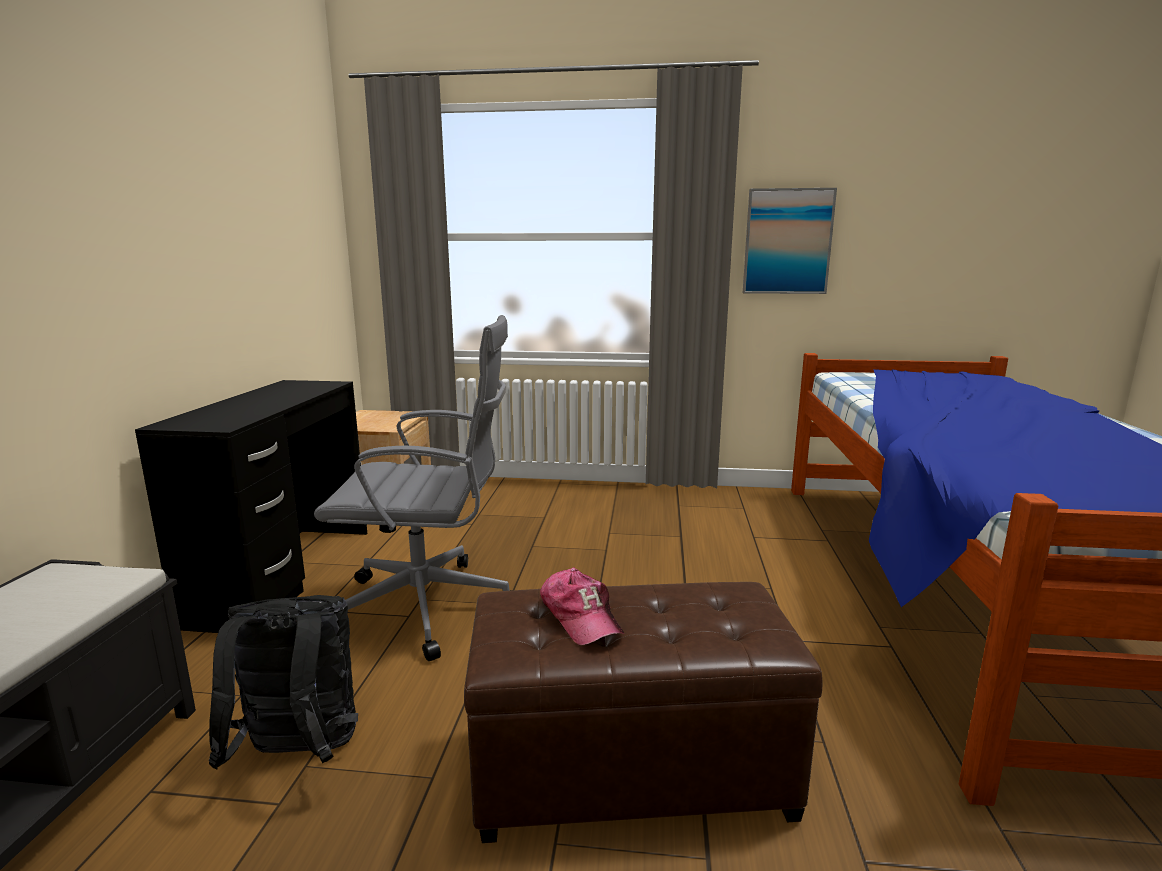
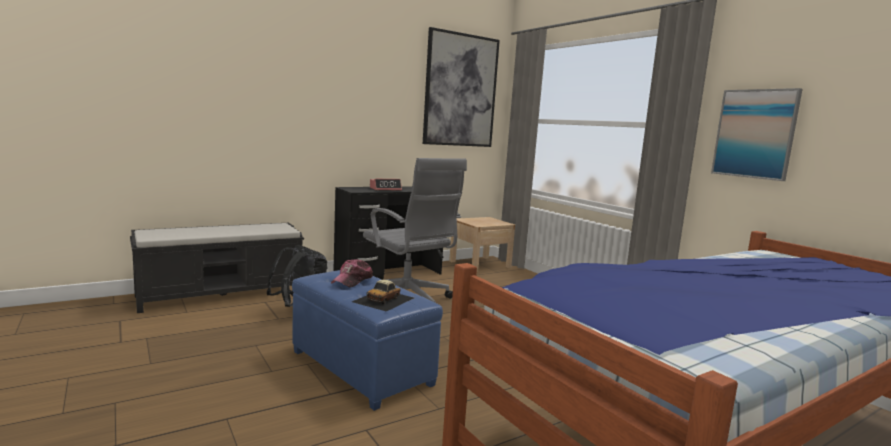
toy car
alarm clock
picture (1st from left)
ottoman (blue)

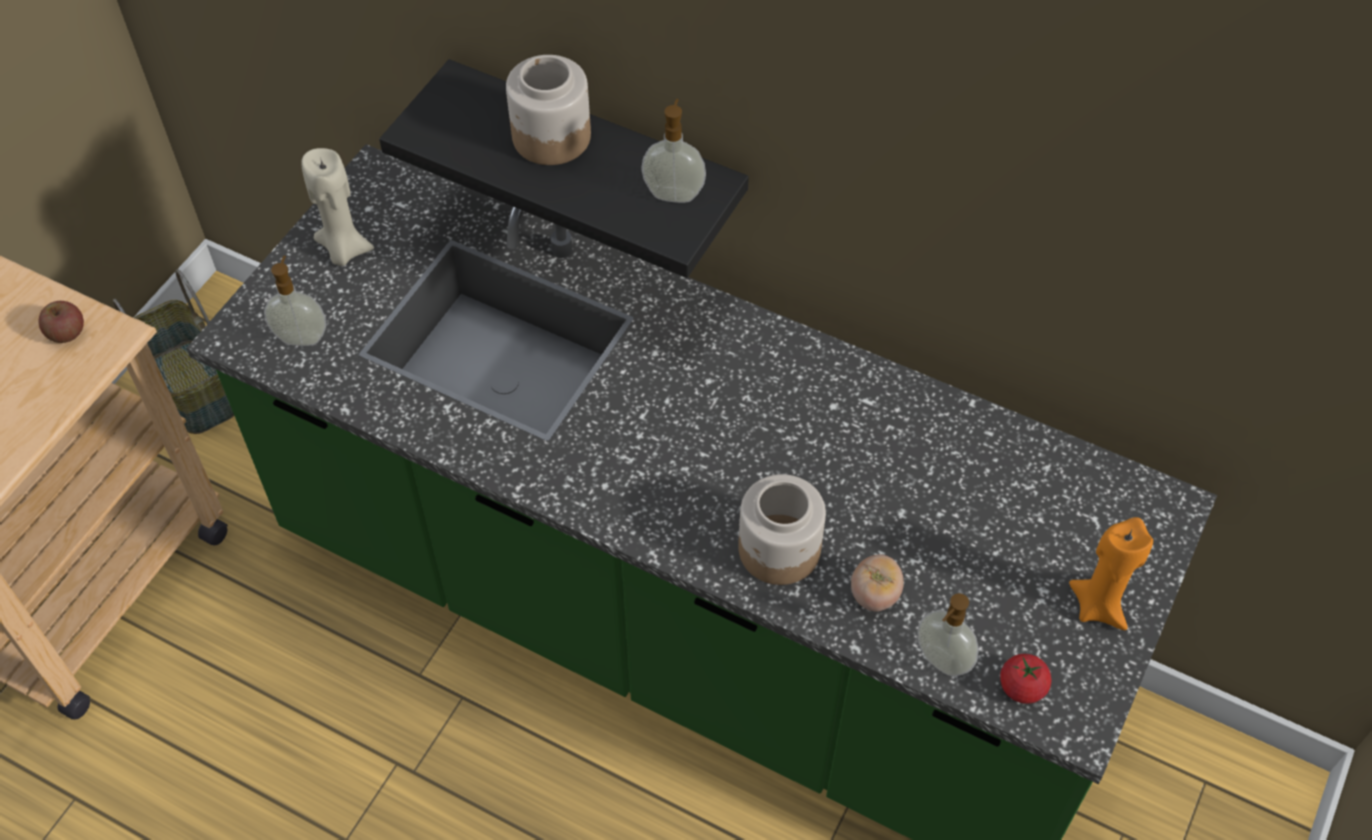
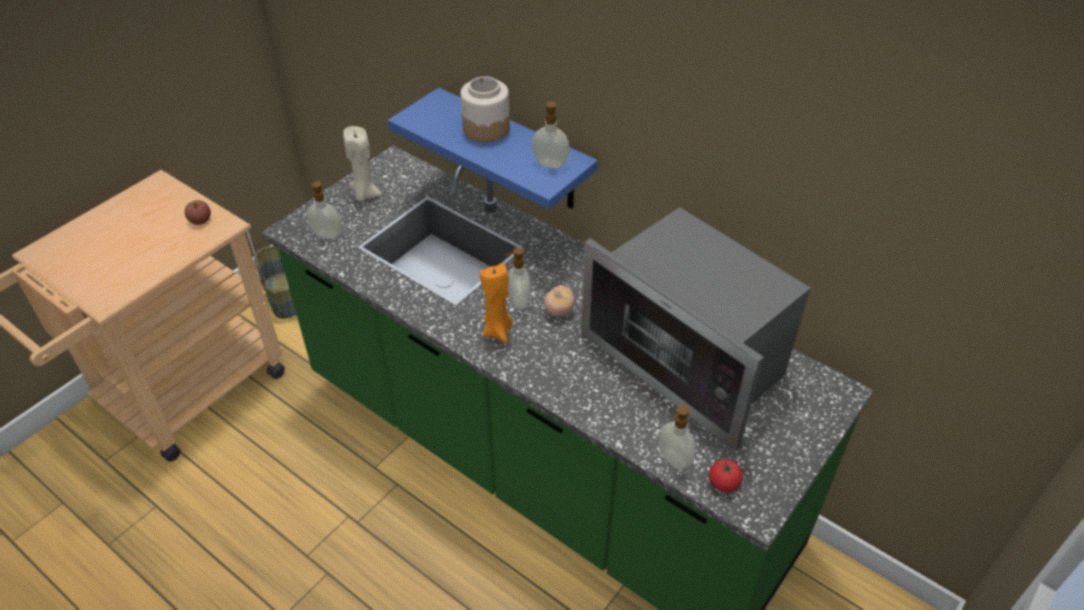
jar (2nd from left in the first image)
soap dispenser (2nd from left)
microwave
tomato (1st from left)
candle (orange)
shelf (blue)

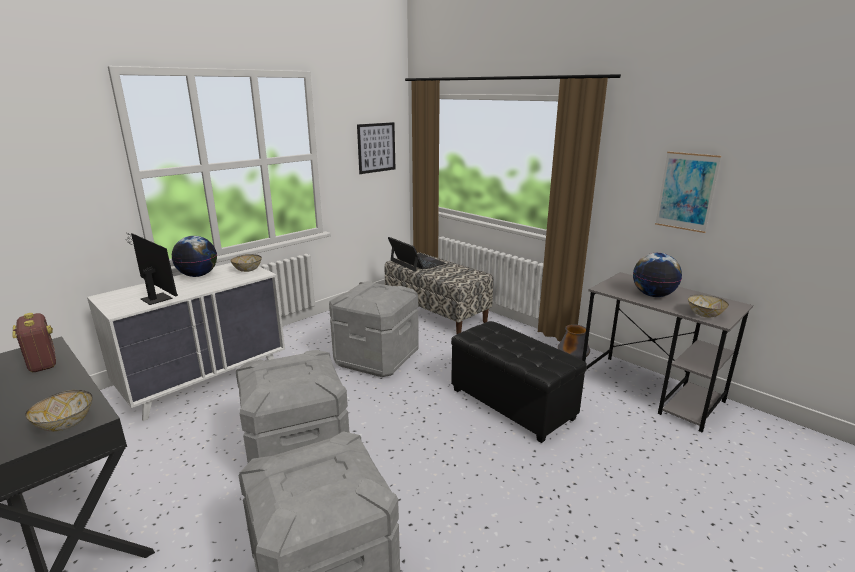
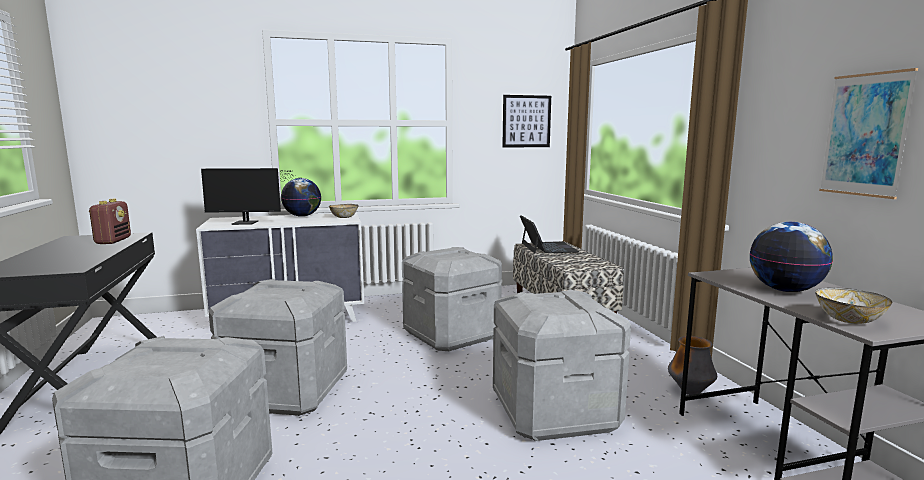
bowl (1st from left in the first image)
storage box (grey) (4th from left)
monitor

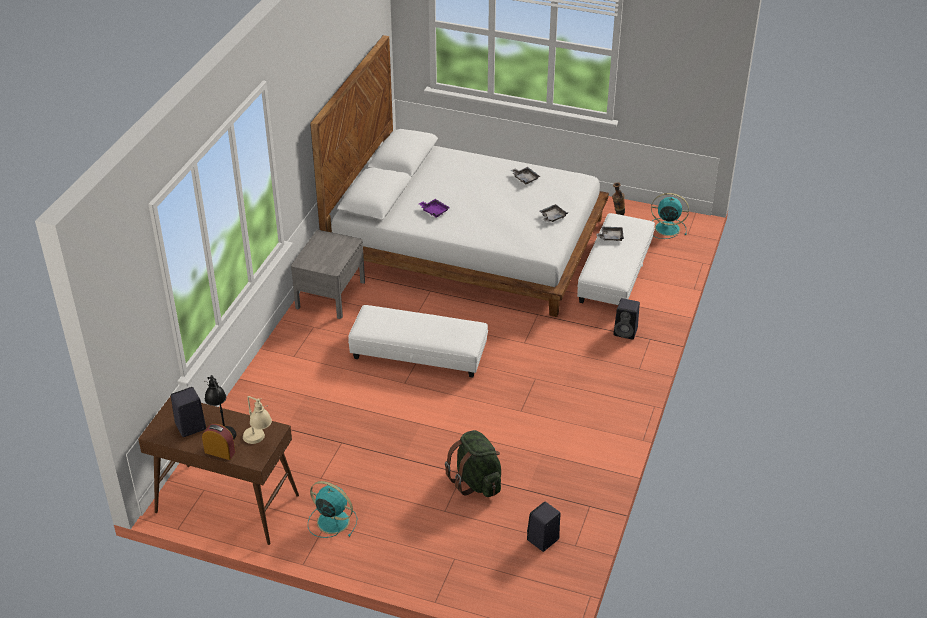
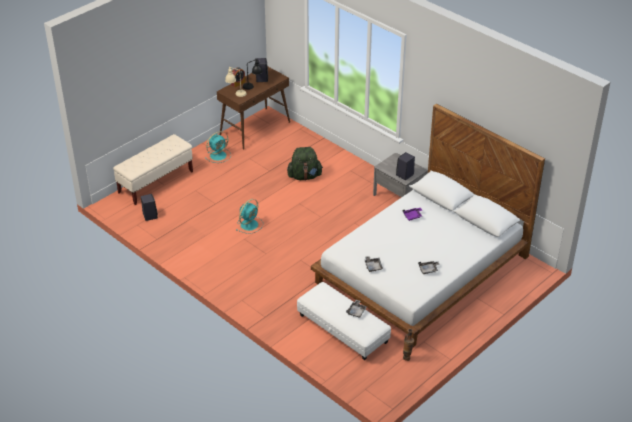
ottoman (white) (1st from left in the first image)
bench (beige)
backpack (green)
speaker (black) (3rd from left)
fan (turquoise) (2nd from left)

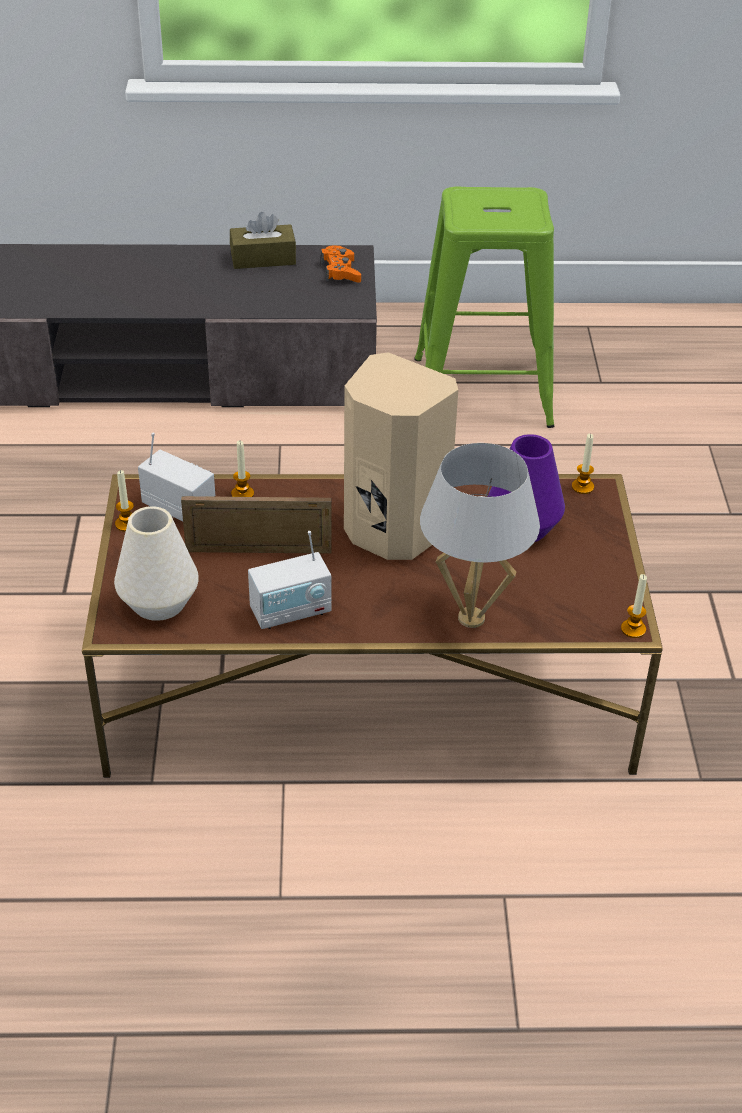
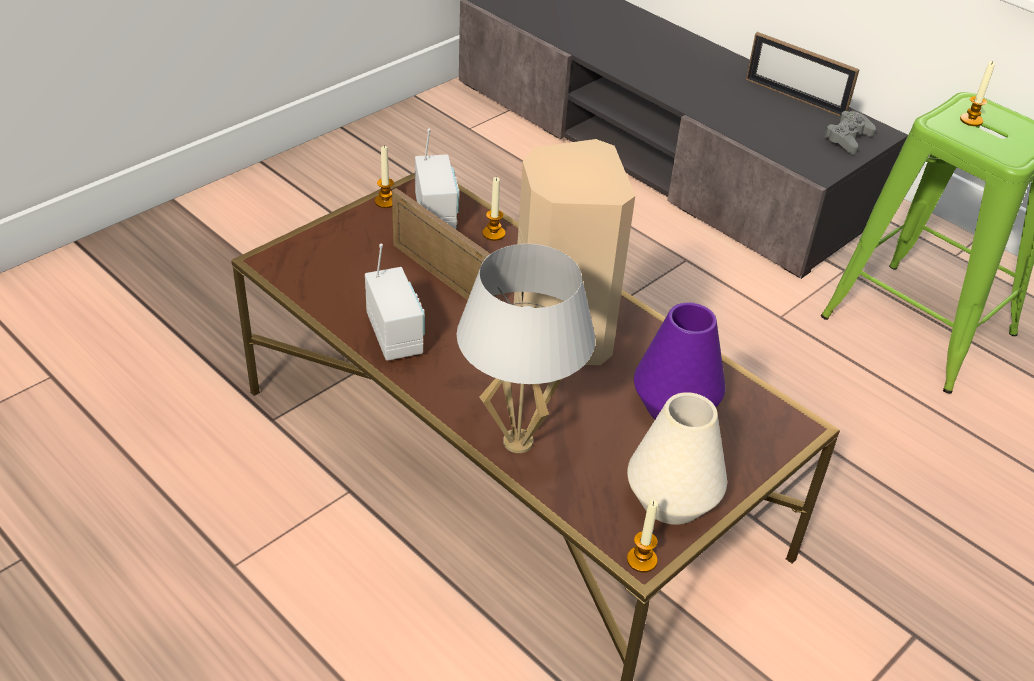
vase (white)
candle (4th from left)
picture frame (2nd from left)
game controller (grey)
radio (1st from left)

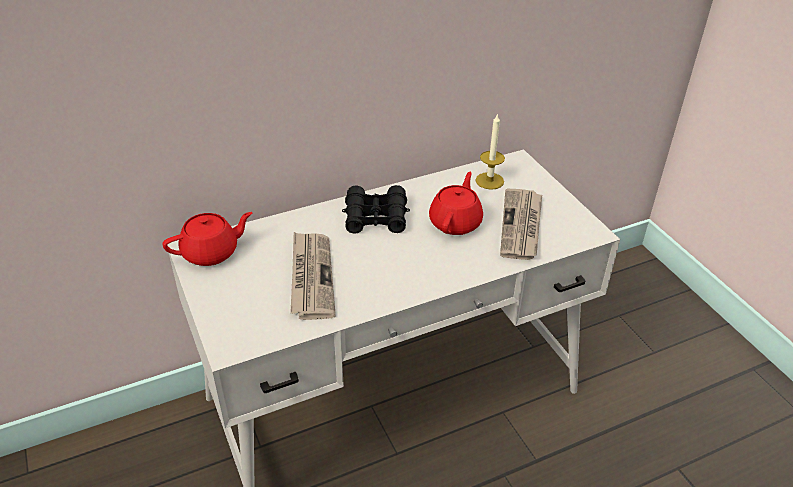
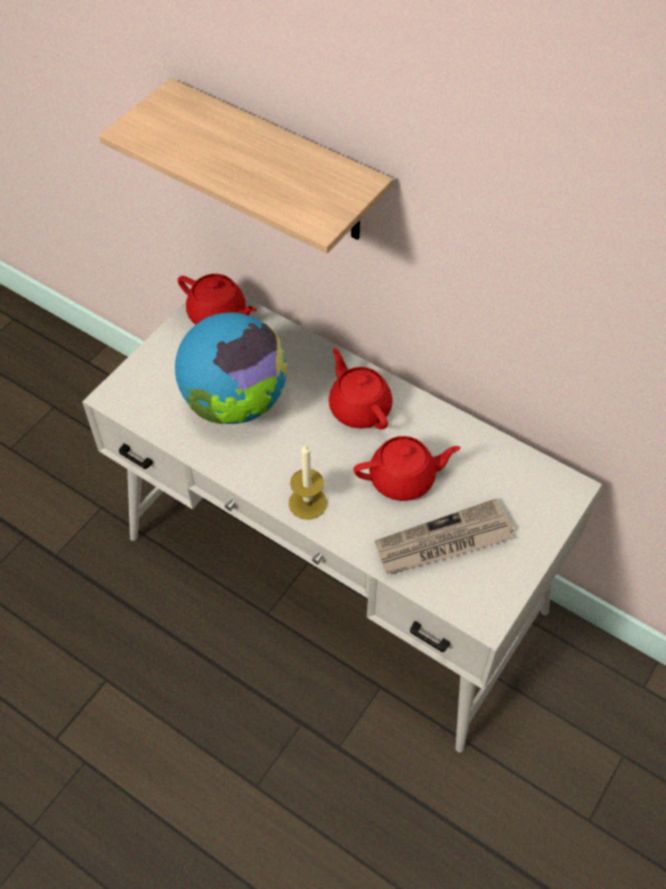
shelf
candle
globe
teapot (red) (2nd from left)

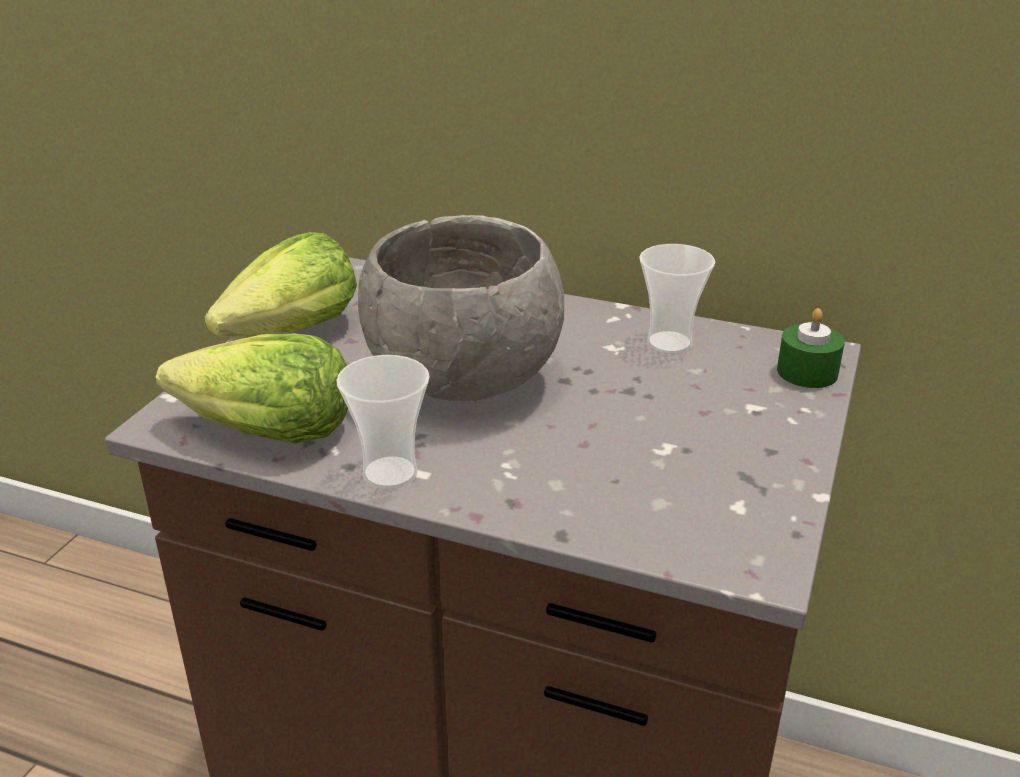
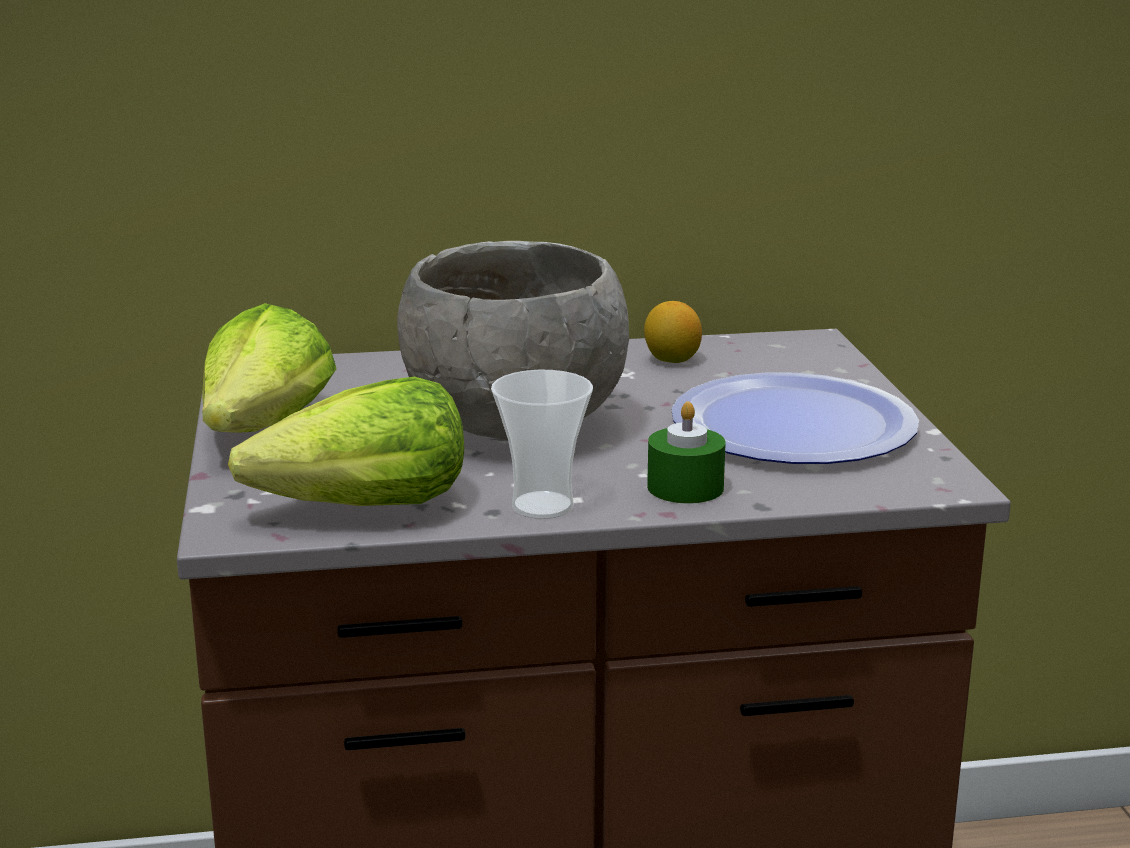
plate
candle (green)
lemon

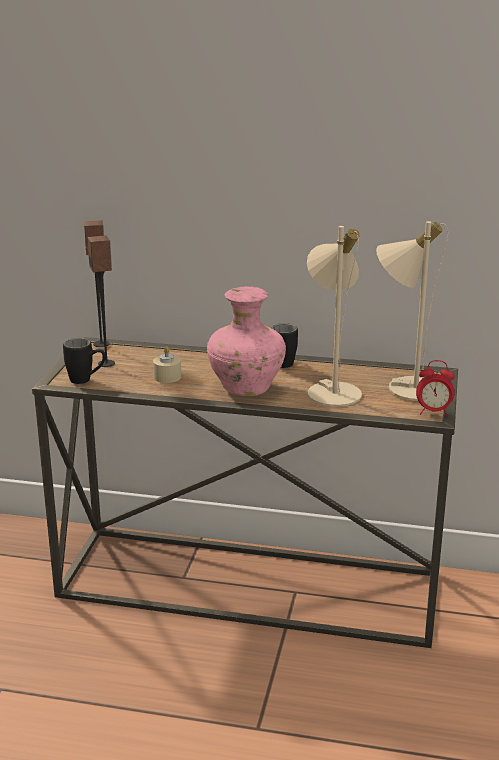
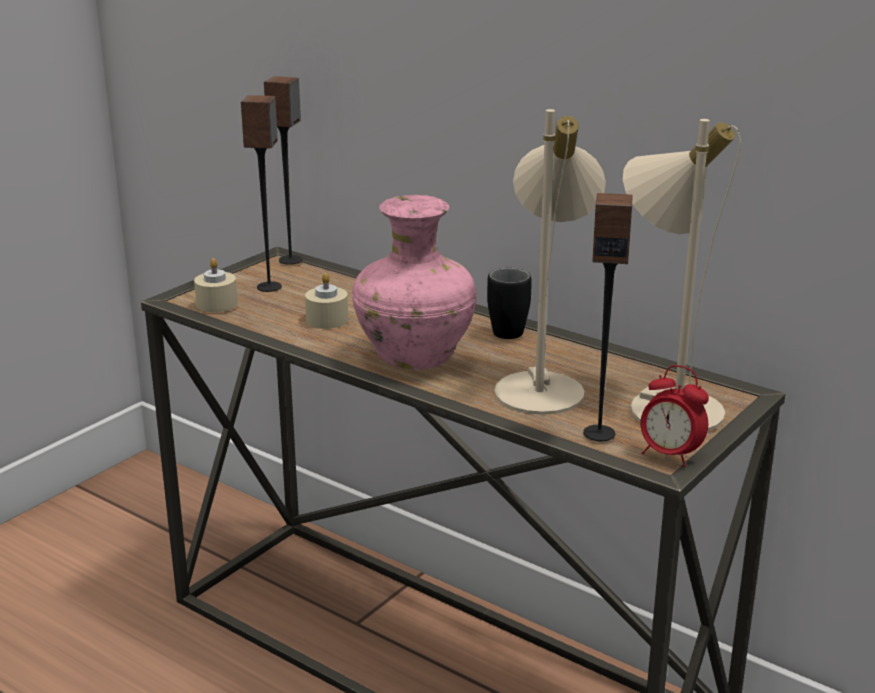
speaker (3rd from left)
candle (beige) (1st from left)

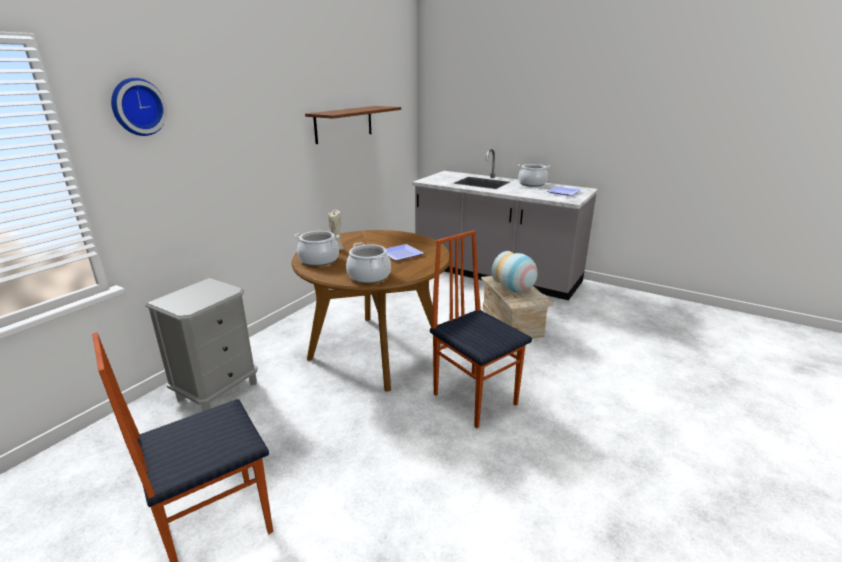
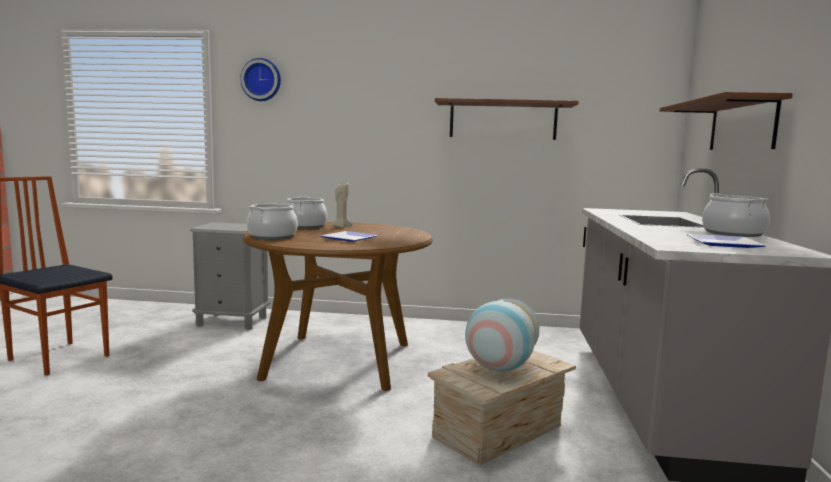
chair (2nd from left in the first image)
shelf (brown) (2nd from left)

